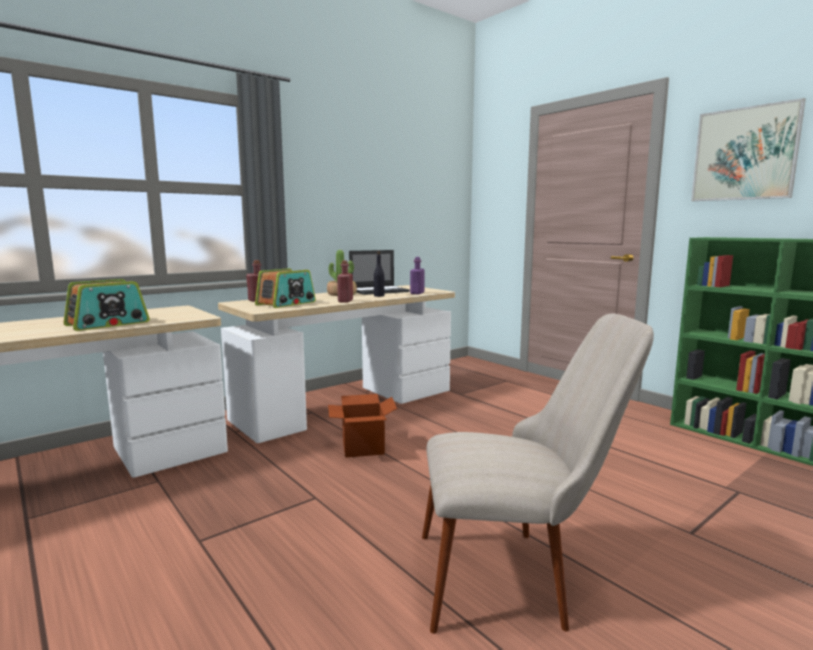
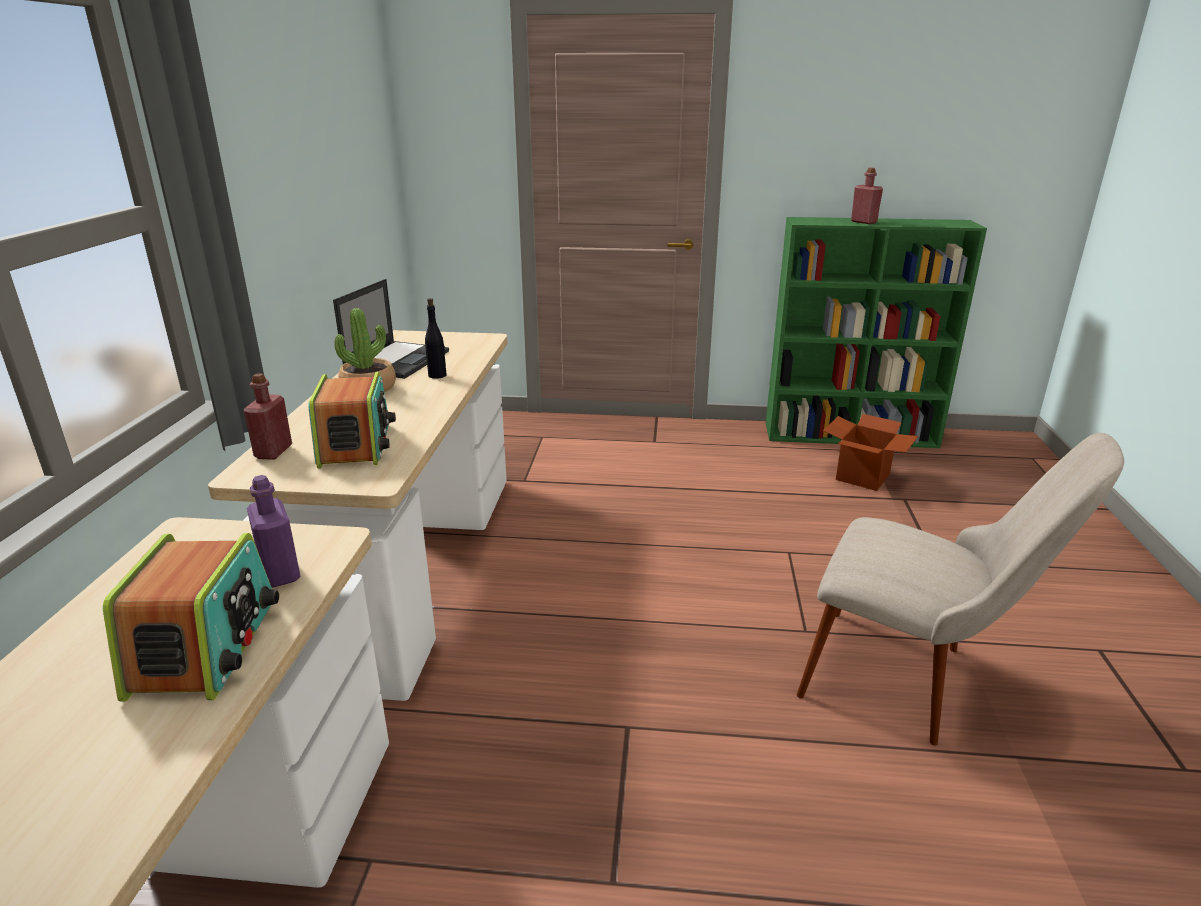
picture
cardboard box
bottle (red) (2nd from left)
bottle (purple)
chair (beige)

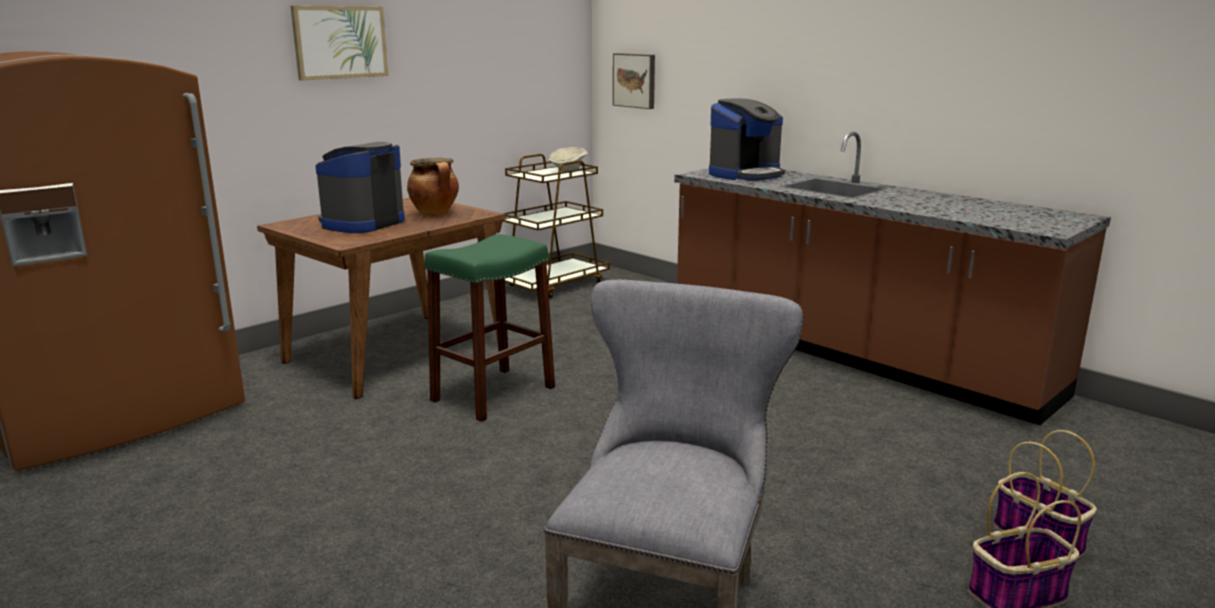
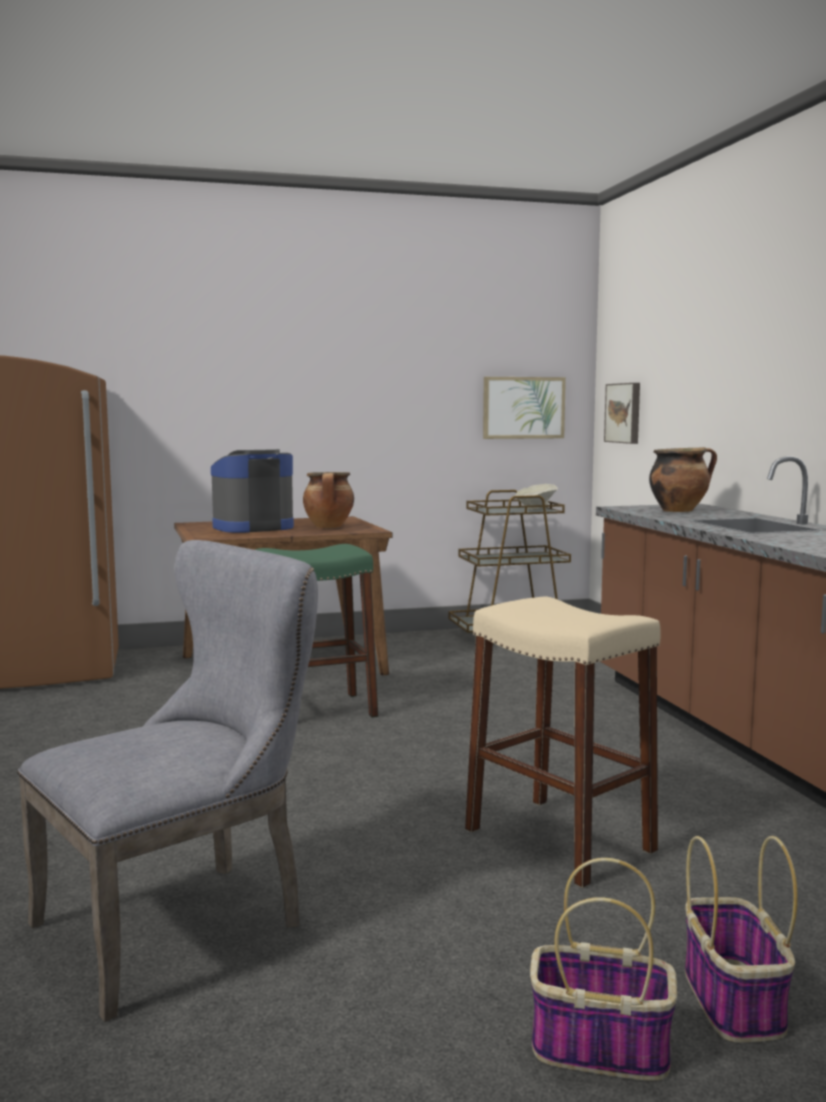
stool (beige)
picture (1st from left)
cooking pot (2nd from left)

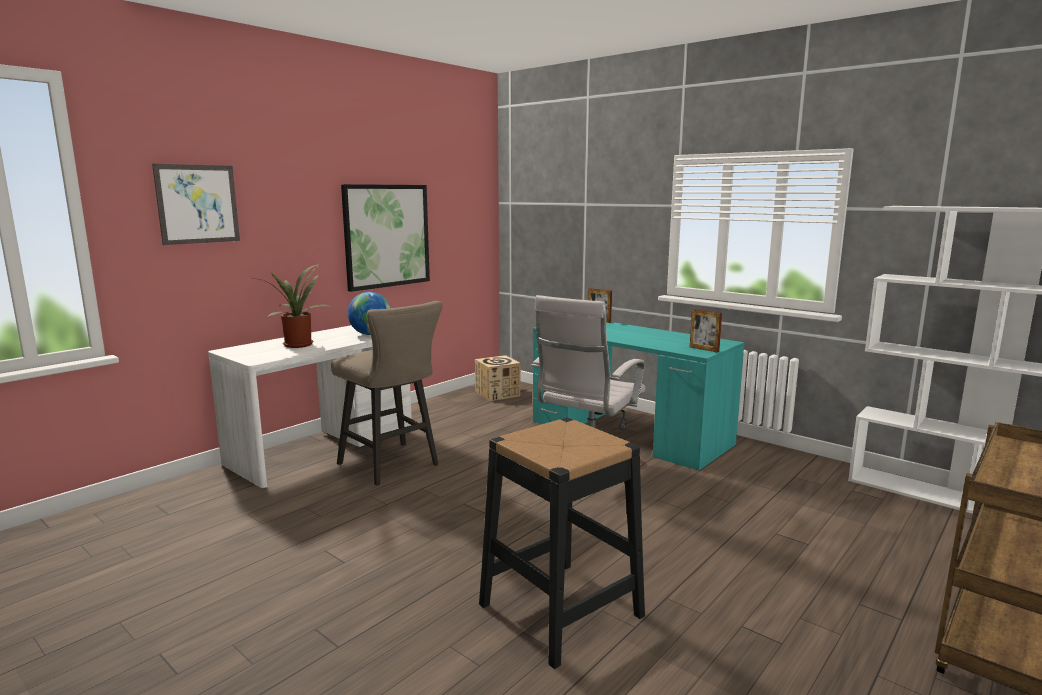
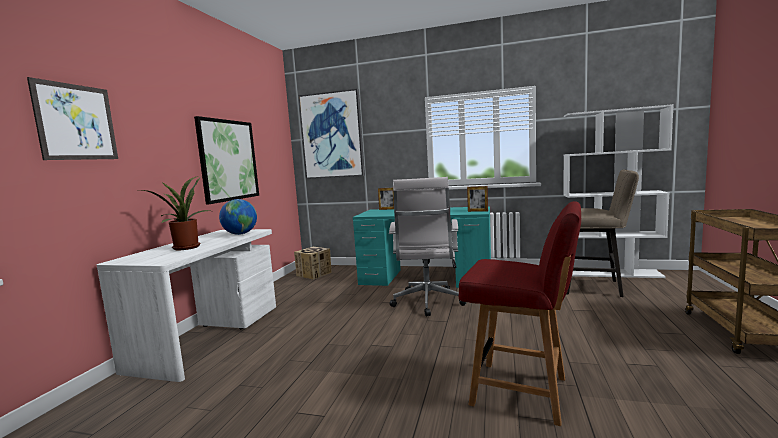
picture (3rd from left)
stool (beige)
chair (red)

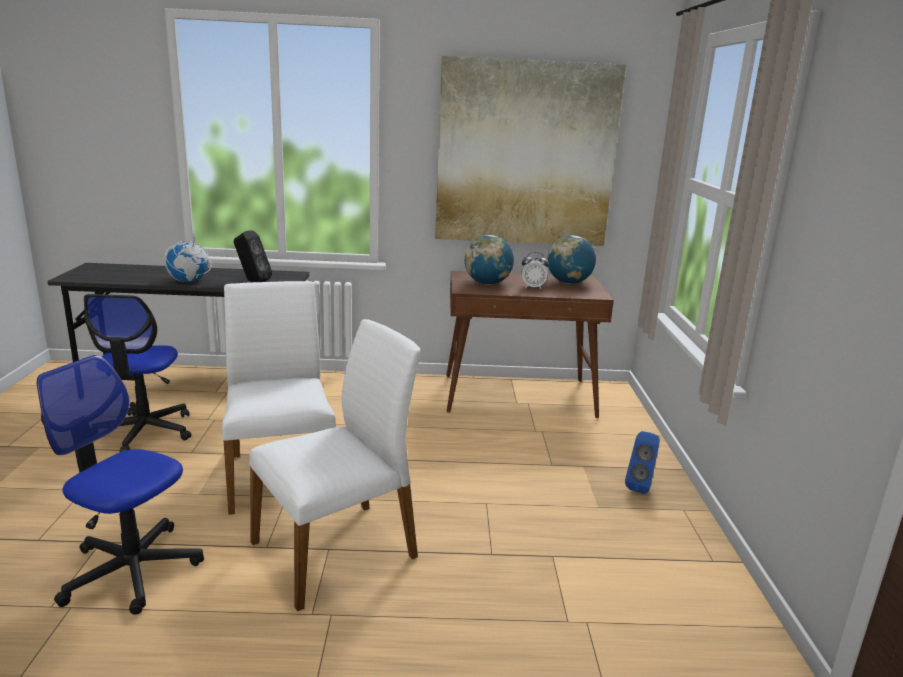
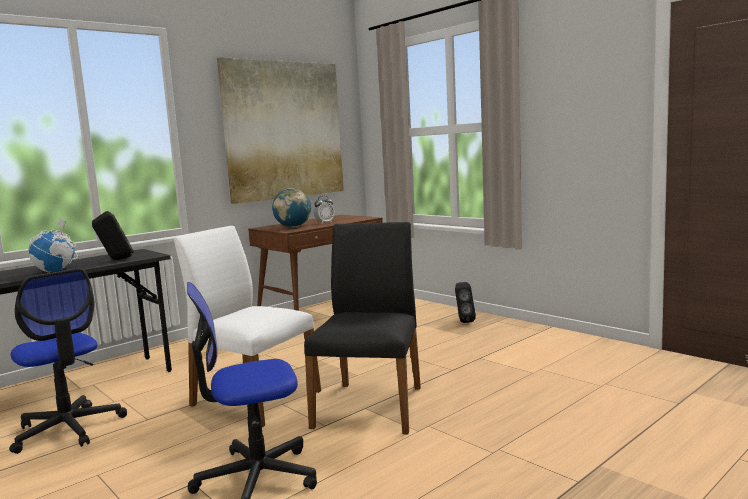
globe (3rd from left in the first image)
chair (black)
speaker (black) (2nd from left)

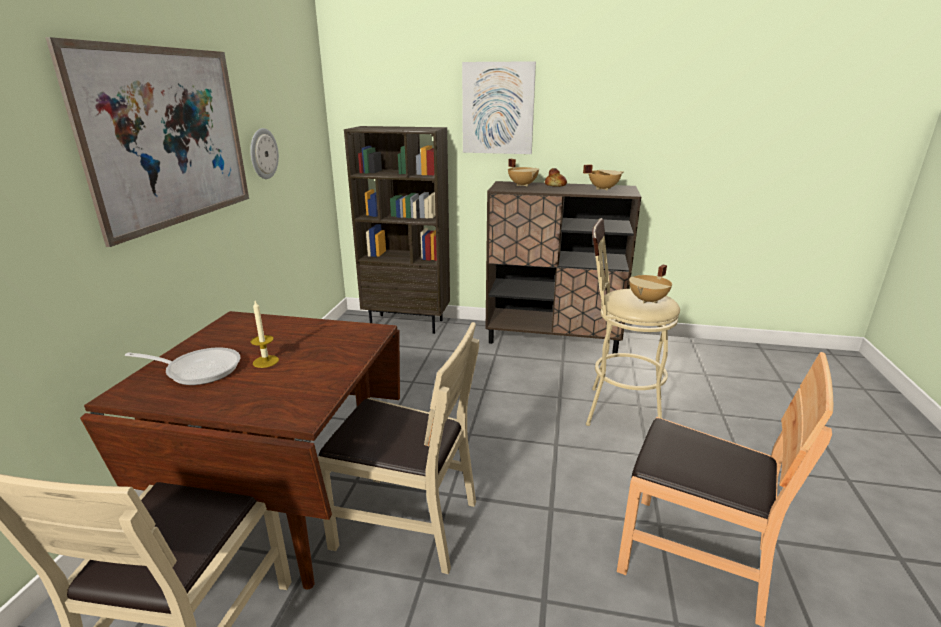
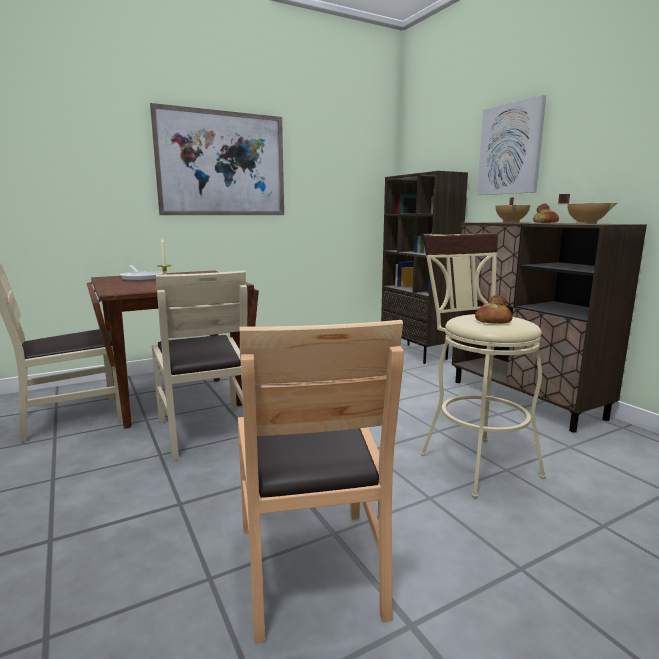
wall clock
bread (1st from left)

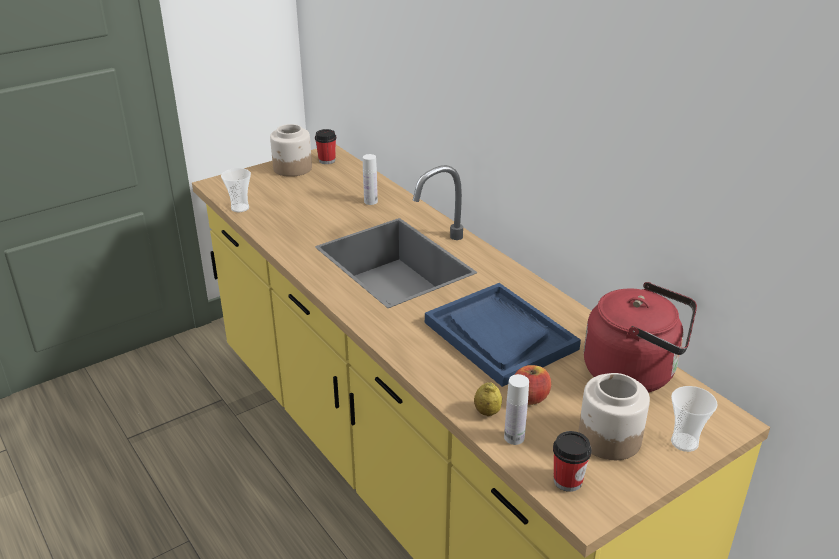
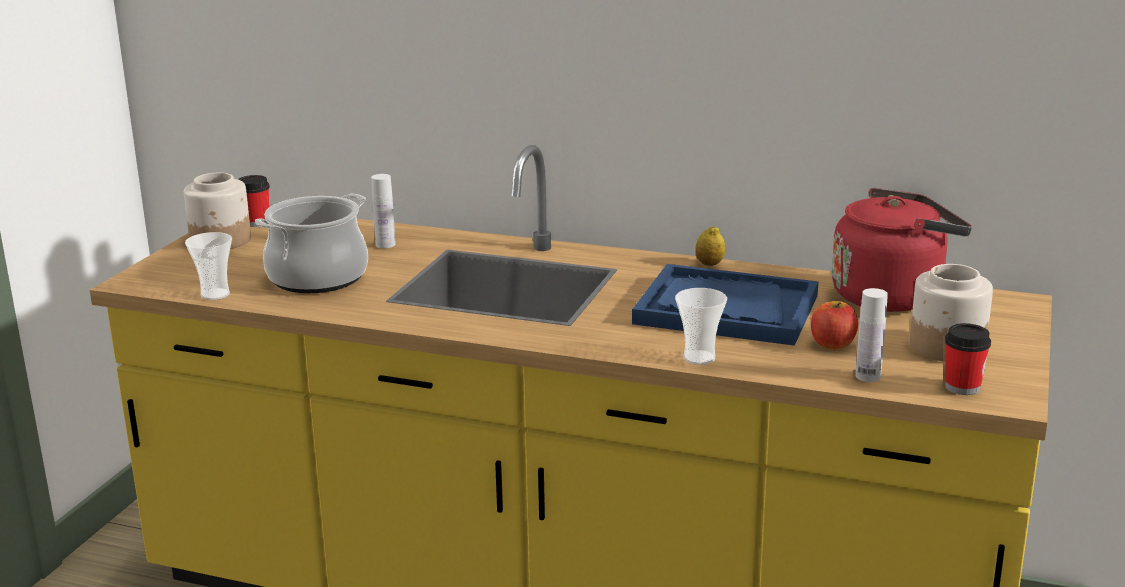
cooking pot
lemon
cup (3rd from left)

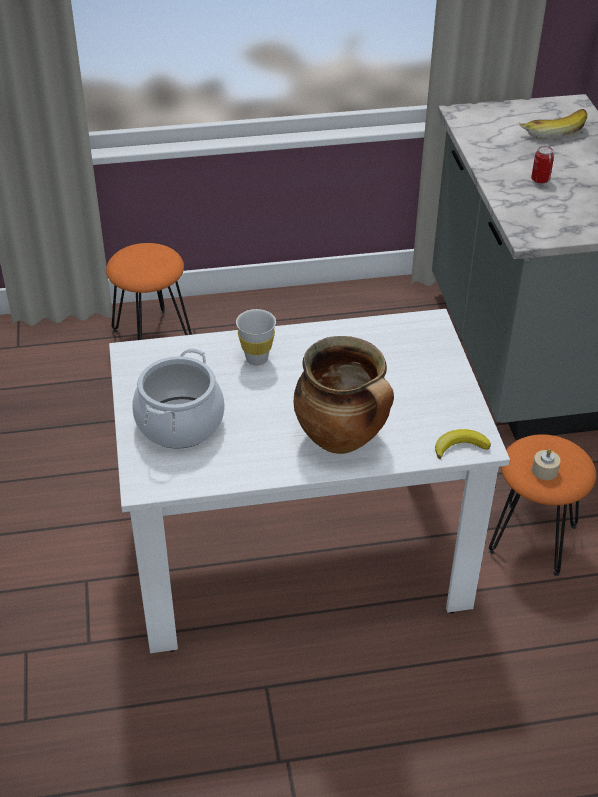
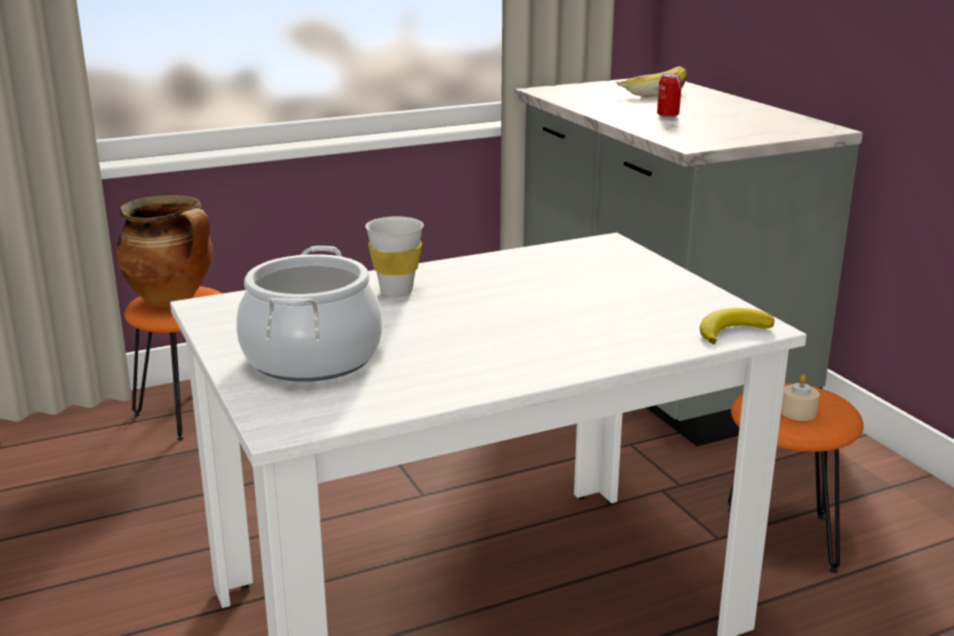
cooking pot (1st from left)

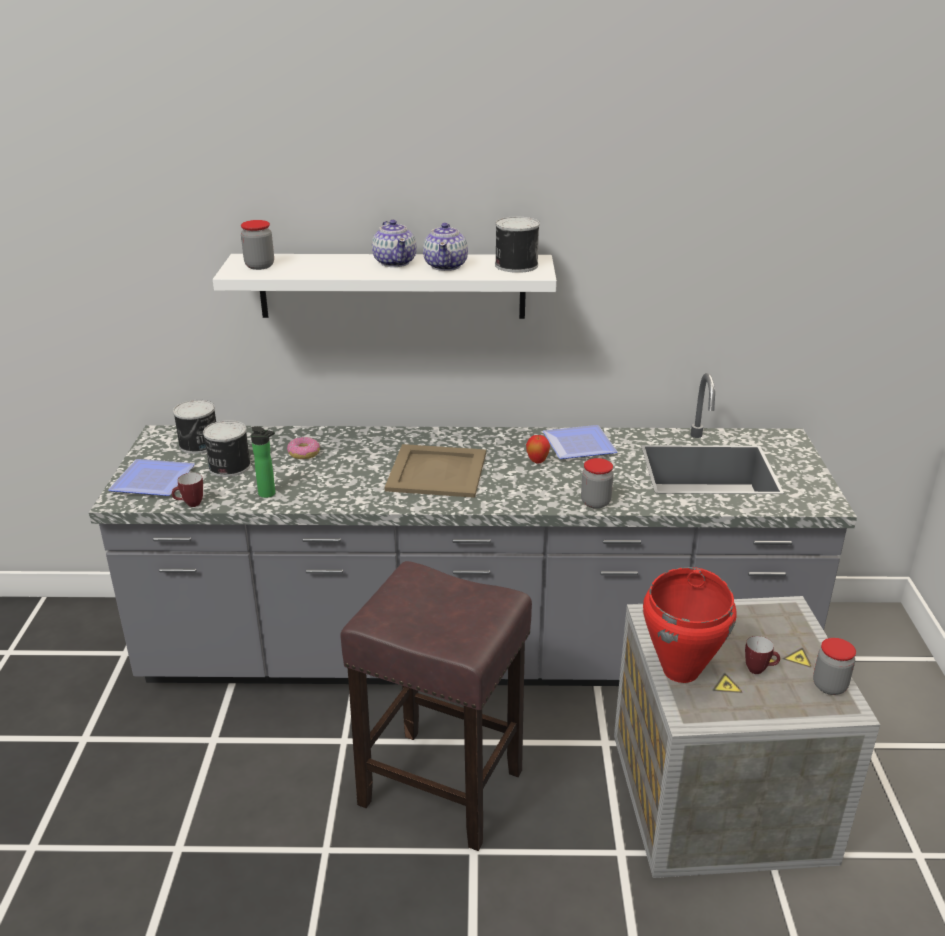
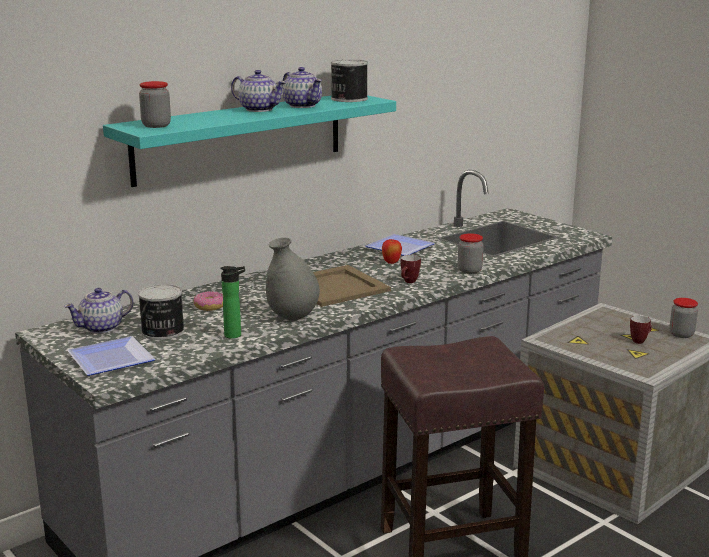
cooking pot (red)
vase (grey)
mug (1st from left)
teapot (1st from left)
shelf (turquoise)

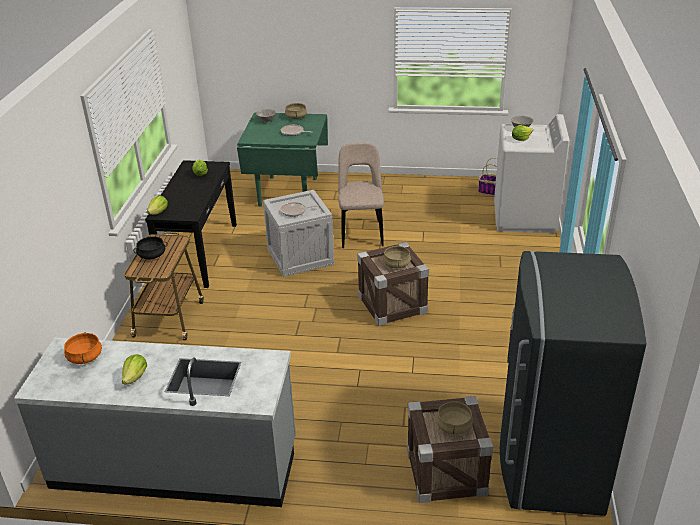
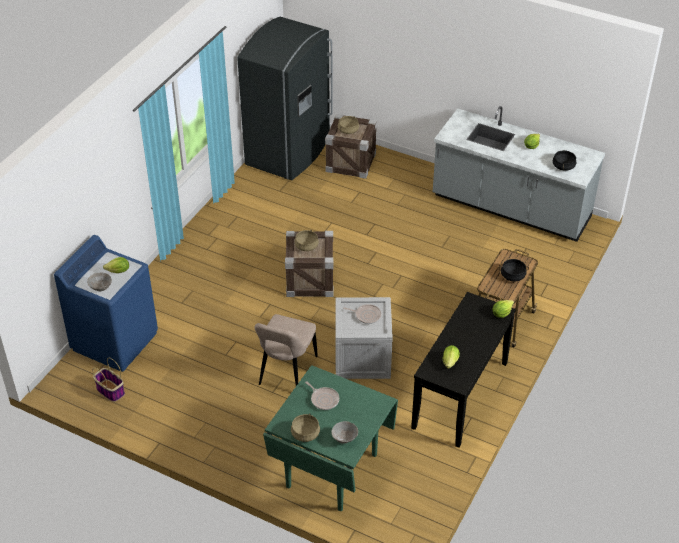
cooking pot (black) (2nd from left)
washing machine (blue)

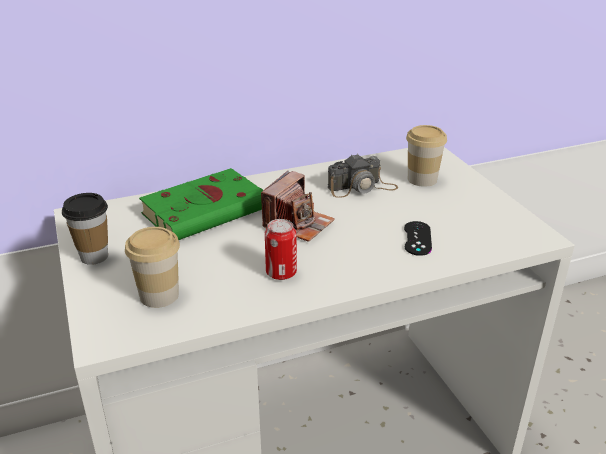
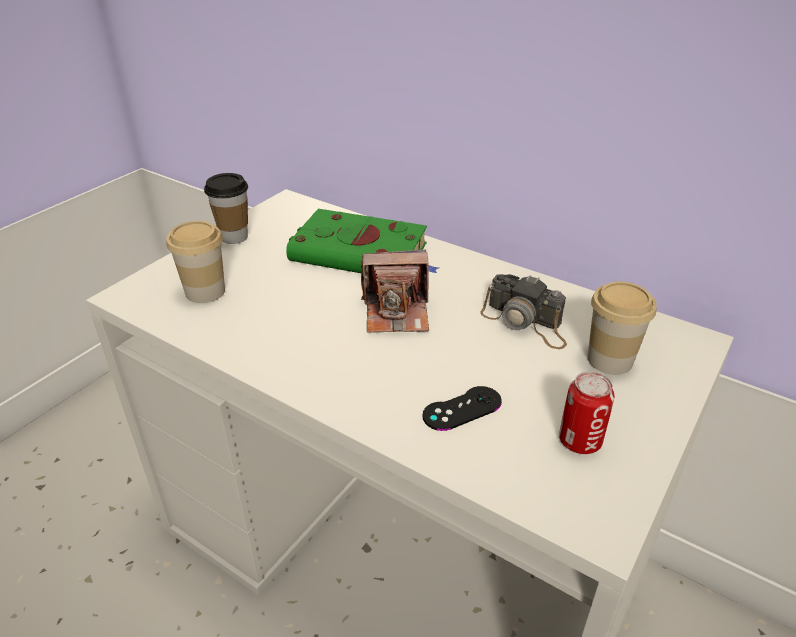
can

